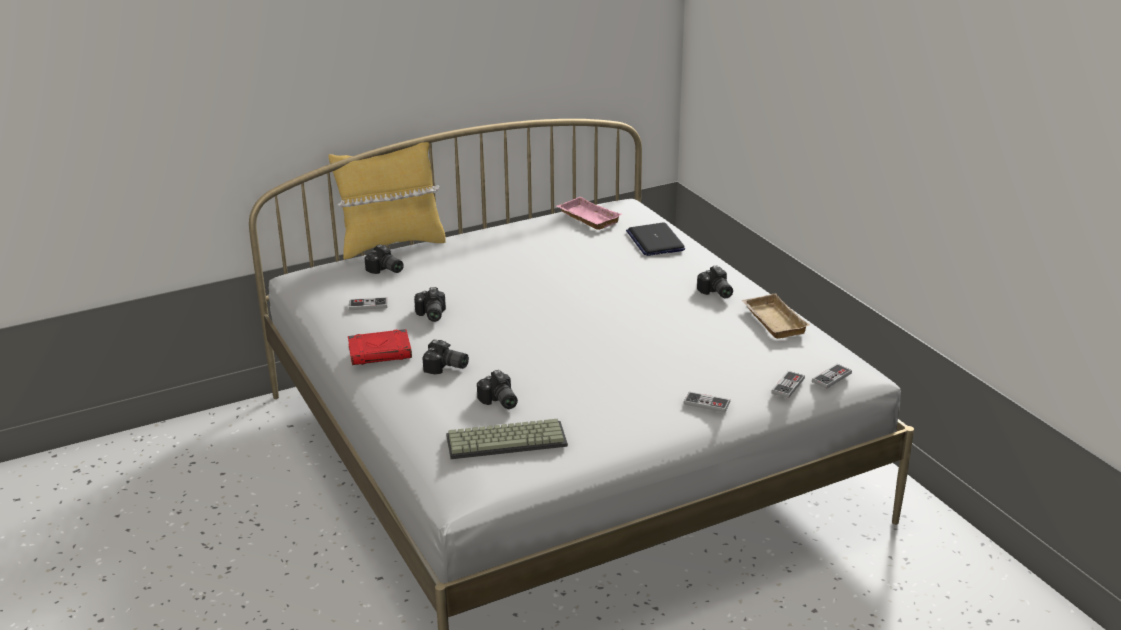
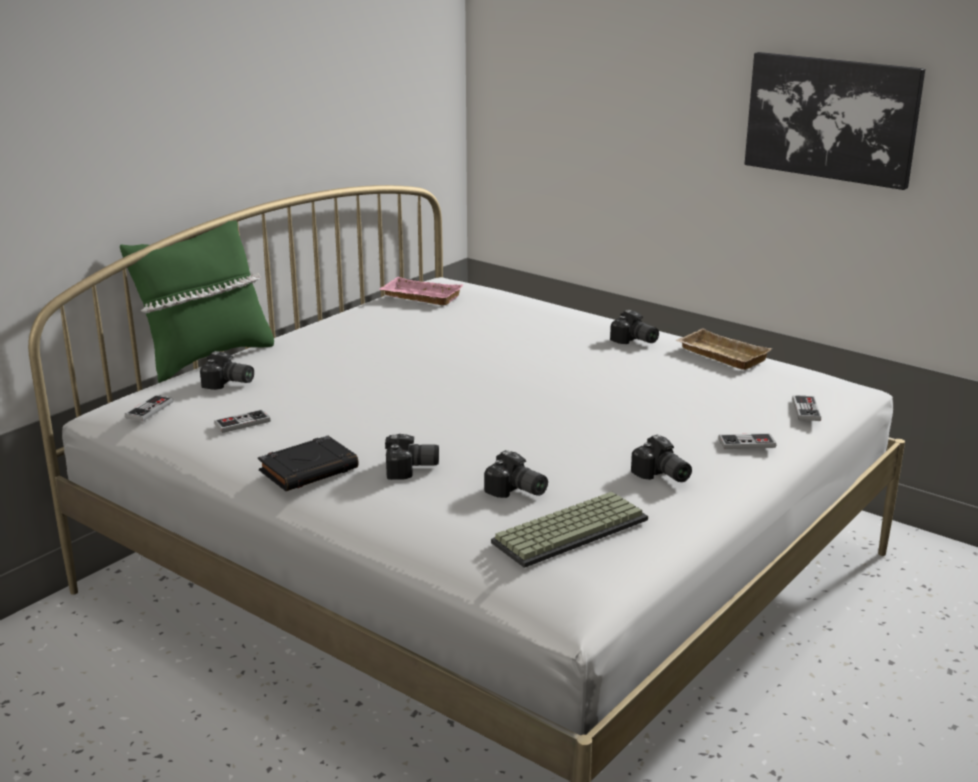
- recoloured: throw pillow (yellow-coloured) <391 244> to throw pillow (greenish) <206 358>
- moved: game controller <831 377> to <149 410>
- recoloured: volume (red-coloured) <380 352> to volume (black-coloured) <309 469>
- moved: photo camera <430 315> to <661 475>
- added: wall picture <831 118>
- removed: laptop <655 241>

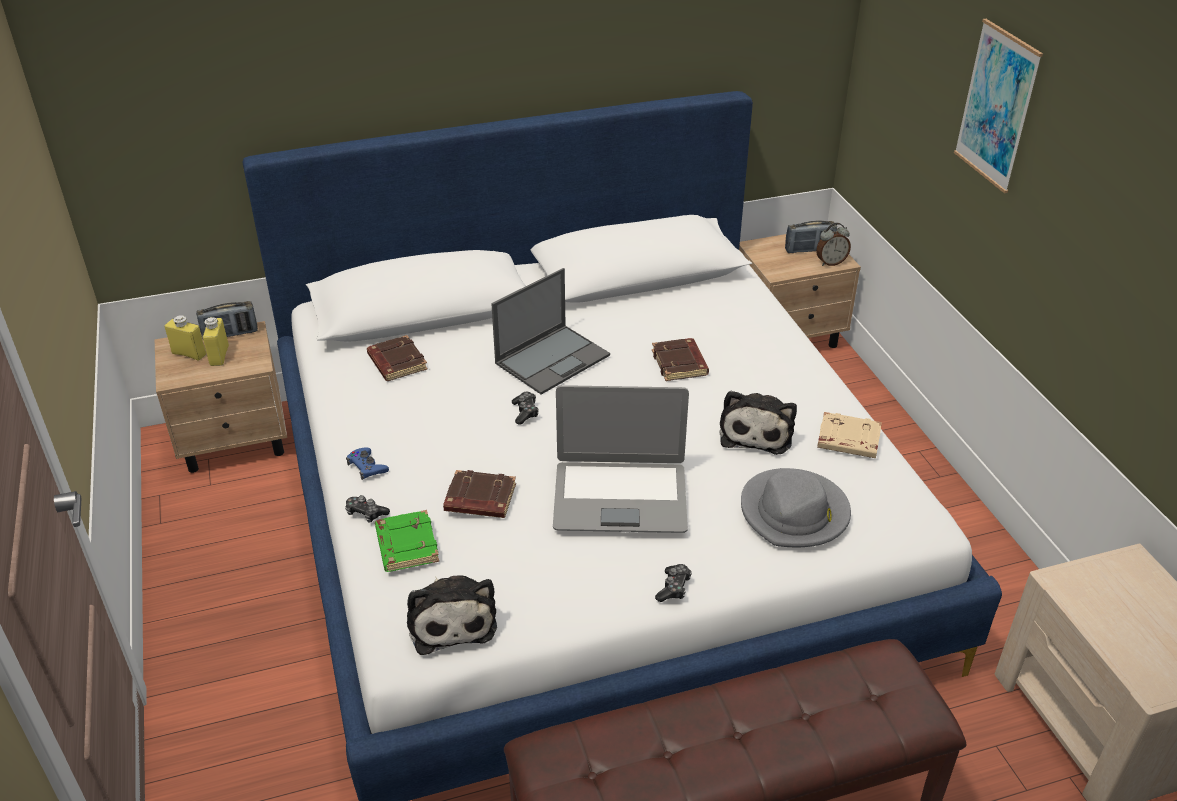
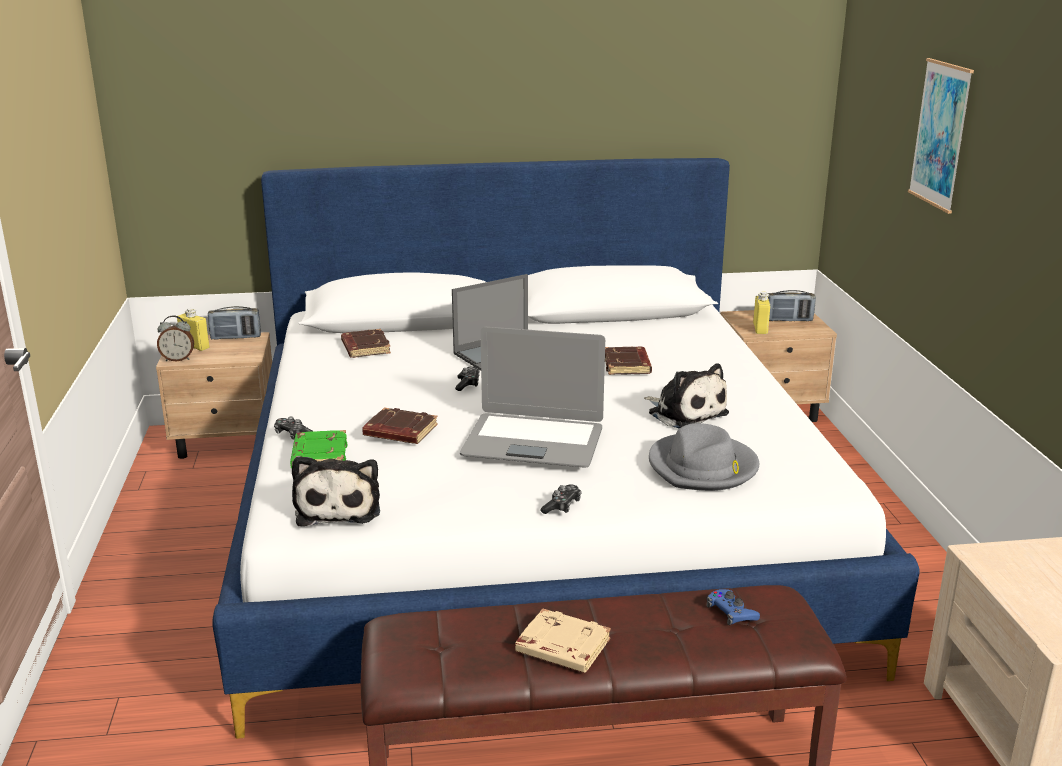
- moved: bedside clock <830 262> to <178 359>
- moved: volume (beige-coloured) <847 440> to <561 647>
- turned: soft toy <756 431> = <685 413> 60 degrees counterclockwise
- moved: game controller (blue) <367 467> to <731 612>
- moved: drink bottle (yellow-coloured) <219 356> to <760 329>

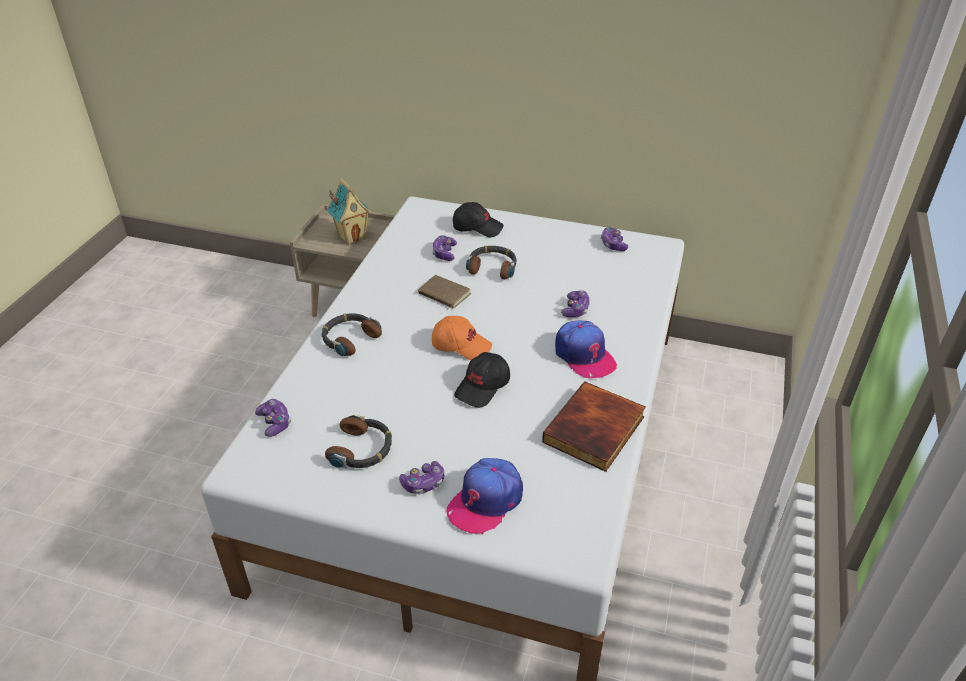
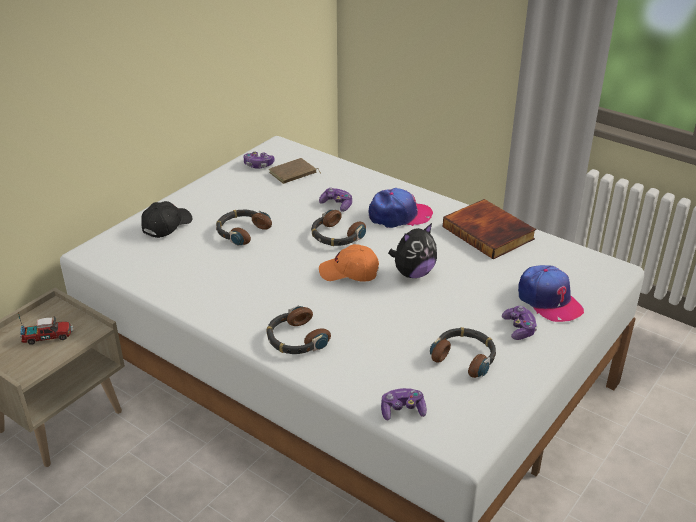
- replaced: miniature house <352 237> to model truck <48 337>
- moved: volume (brownish) <443 295> to <293 174>
- added: pair of headphones <336 236>
- turned: peaked cap (orange) <461 345> = <349 273> 120 degrees counterclockwise
- replaced: peaked cap (black-coloured) <483 387> to soft toy <413 273>
- removed: game controller <444 253>

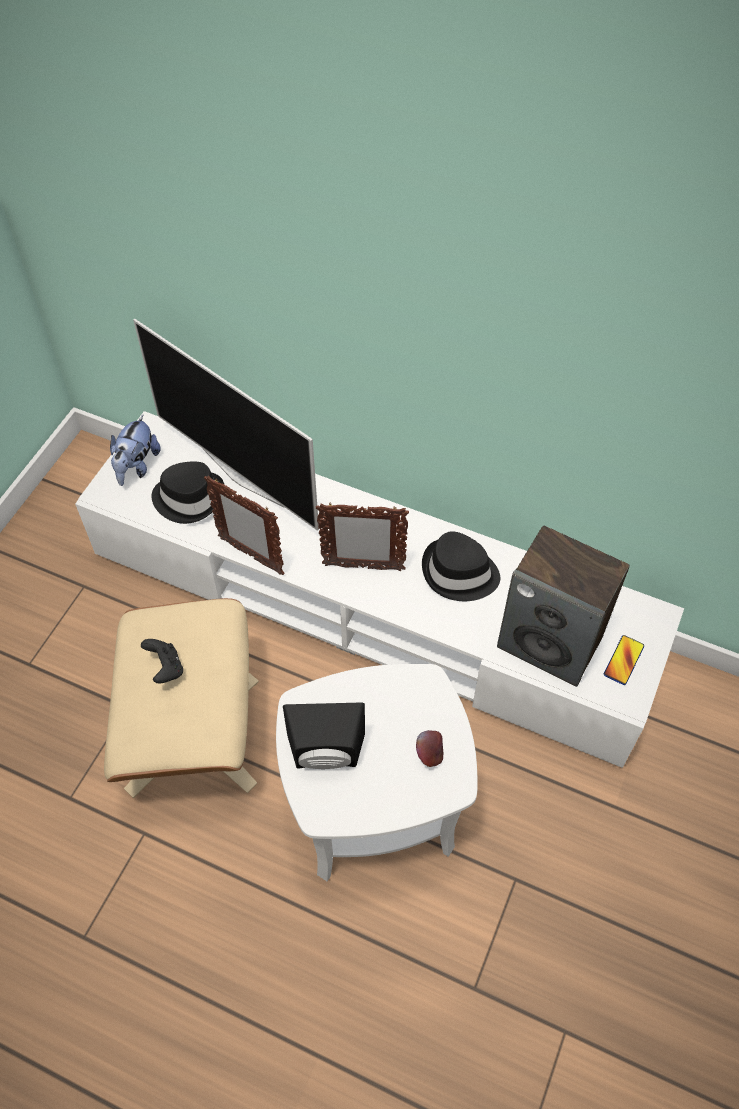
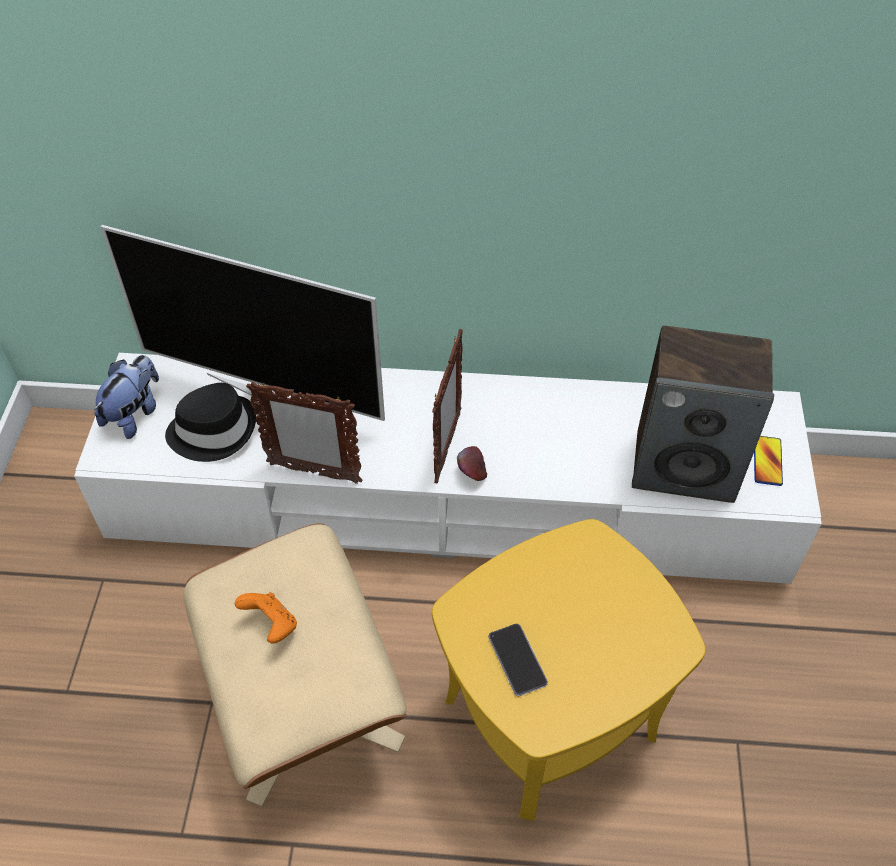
- turned: soft toy <136 466> = <135 413> 150 degrees counterclockwise
- recoloured: game controller (black-coloured) <165 668> to game controller (orange) <271 625>
- turned: standing frame <362 567> = <447 448> 60 degrees counterclockwise
- recoloured: side table (white-coloured) <375 806> to side table (yellow-coloured) <550 716>
- moved: apple fruit <429 754> to <471 474>
- replaced: audio speaker (black-coloured) <326 757> to phone <517 660>
- removed: hat (black-coloured) <459 573>

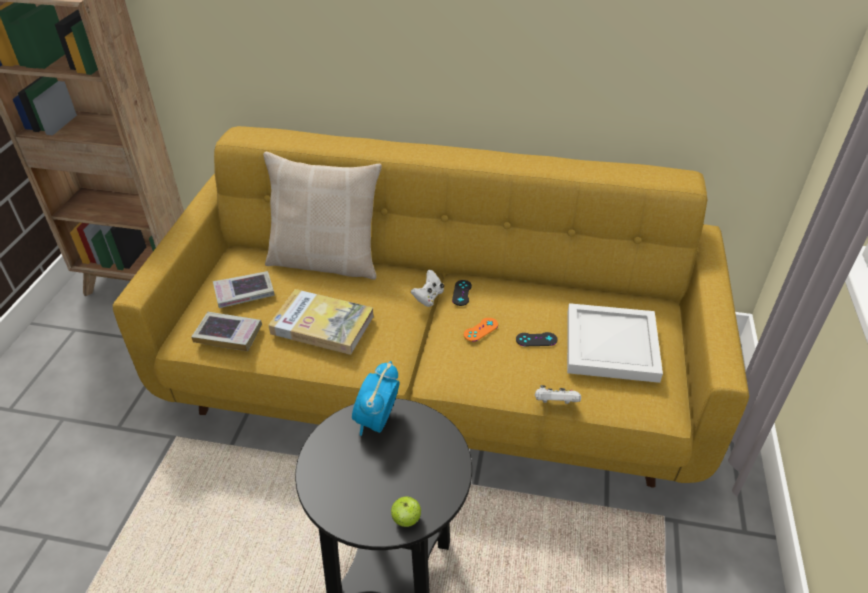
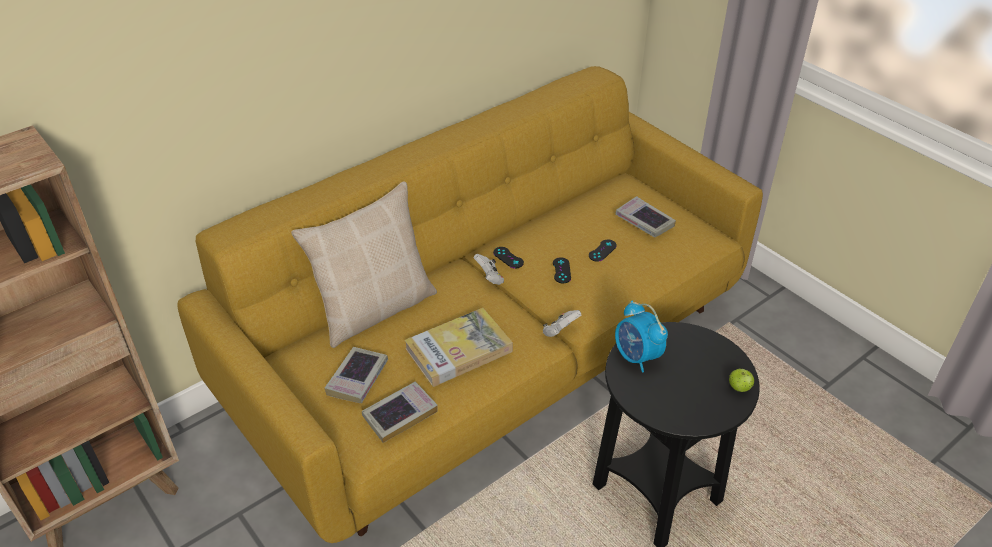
- moved: game controller (white-coloured) <555 403> to <560 332>
- recoloured: game controller (orange) <481 329> to game controller (black-coloured) <561 270>
- replaced: carrying tray (white-coloured) <612 344> to volume <644 221>

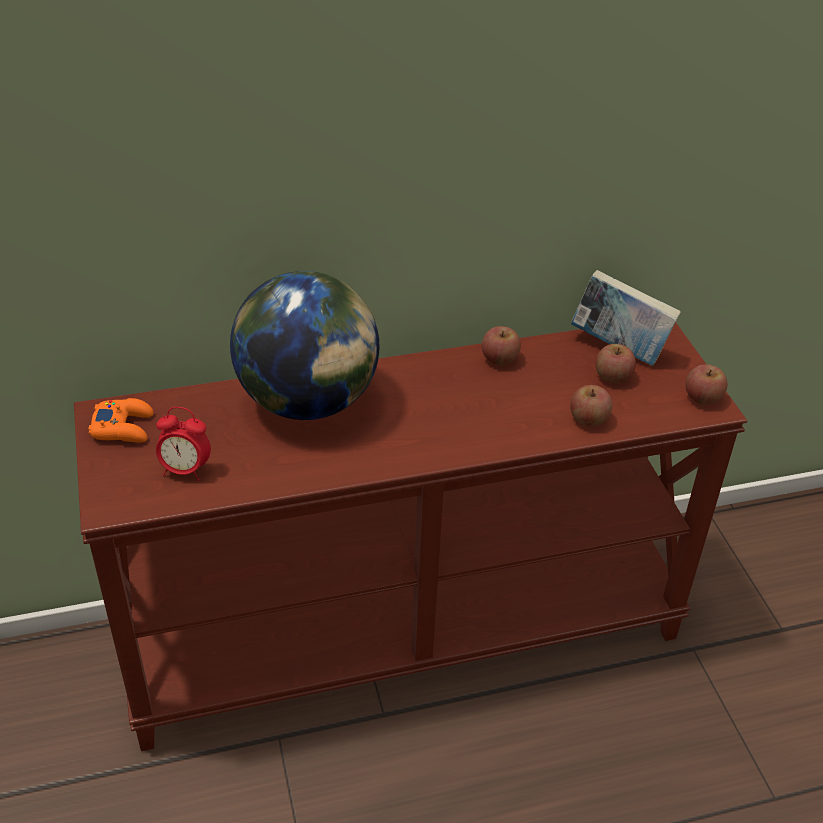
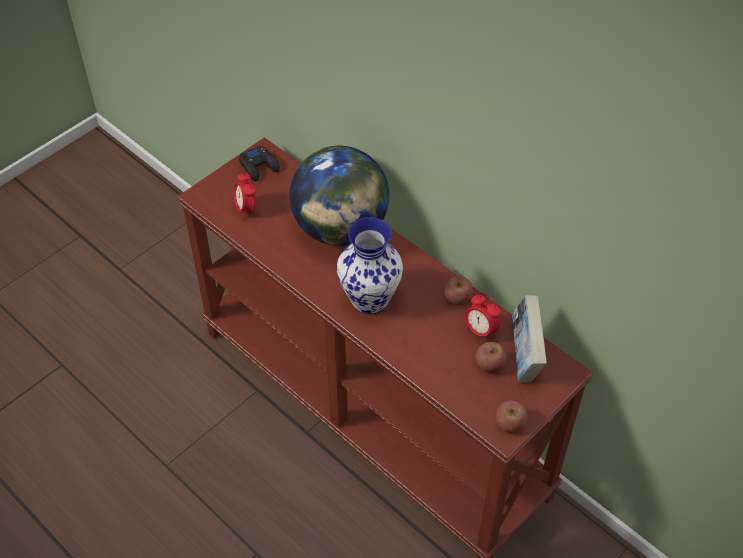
- recoloured: game controller (orange) <123 427> to game controller (black-coloured) <259 167>
- added: decorative vase <370 300>
- added: bedside clock <480 331>
- removed: apple fruit <588 419>

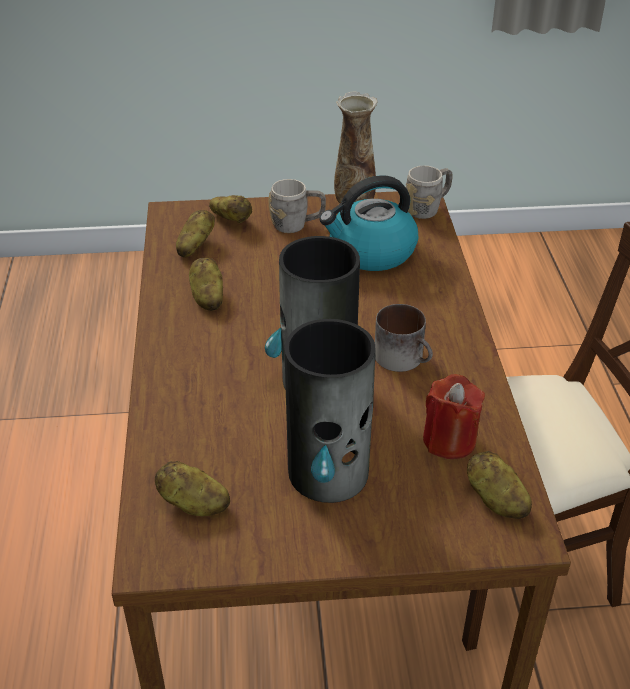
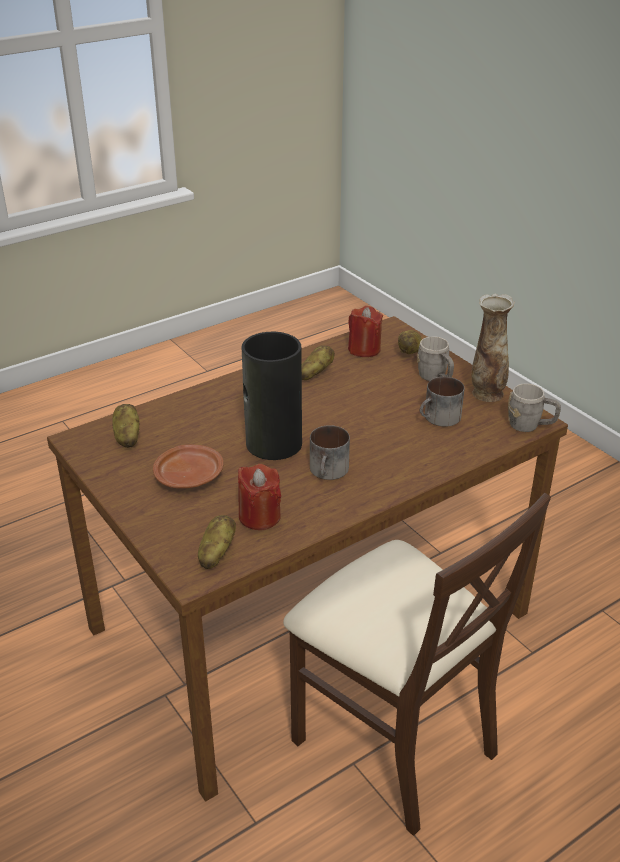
- replaced: decorative vase <329 472> to flat dish (brownish) <189 476>
- replaced: whole potato <195 246> to wax light (red-coloured) <364 349>
- replaced: water kettle <371 252> to tea mug <439 419>

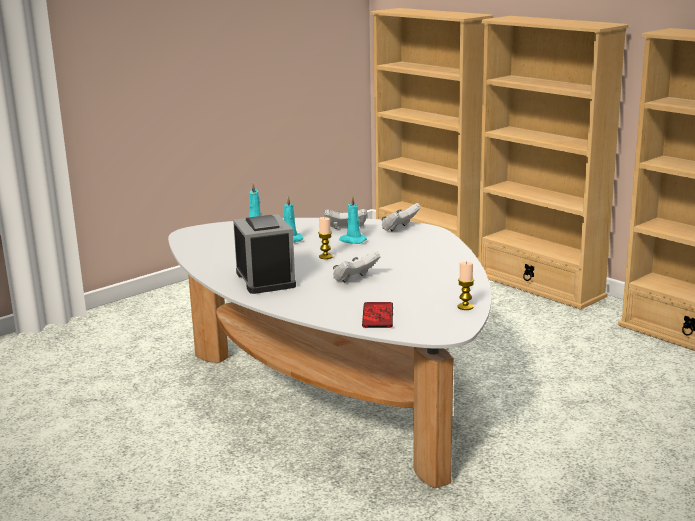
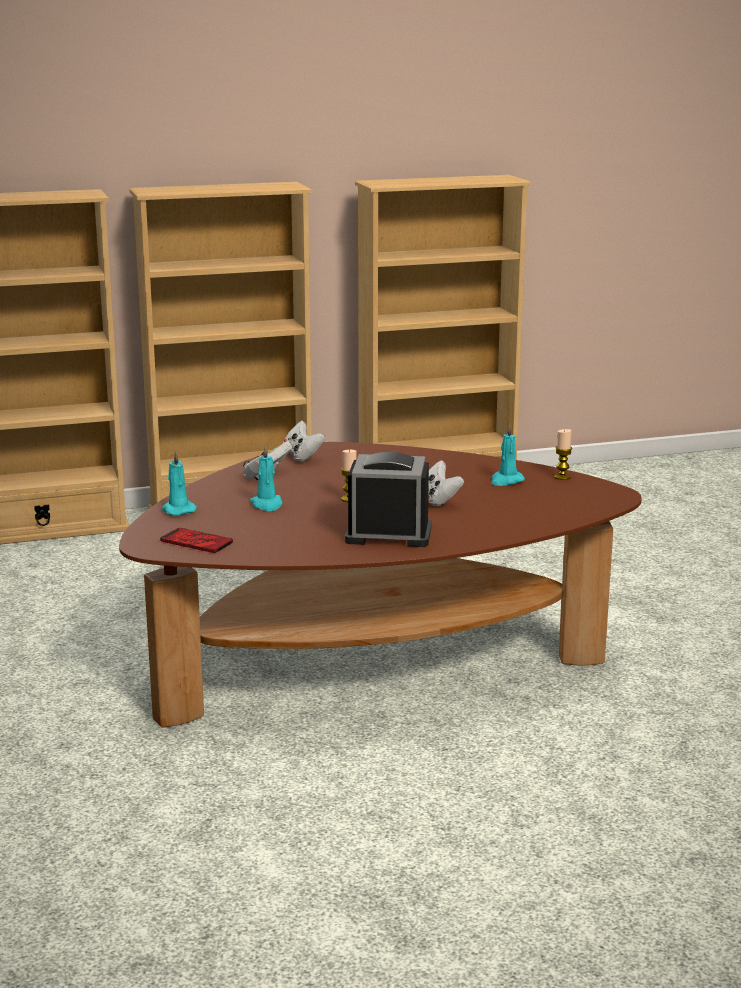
- recoloured: low table (white-coloured) <337 395> to low table (brownish) <373 665>
- moved: phone <377 316> to <196 542>
- moved: wax light (blue-green) <352 240> to <506 481>

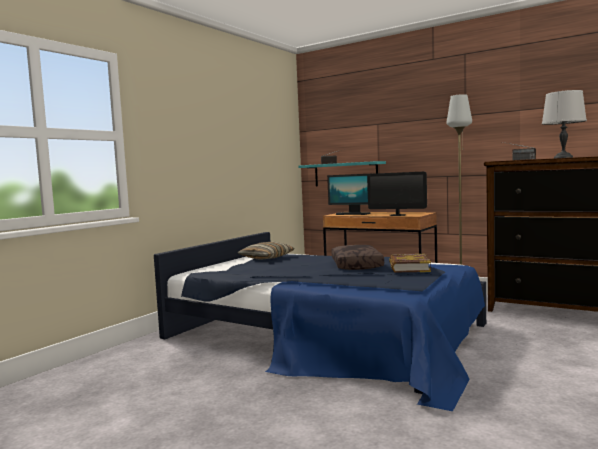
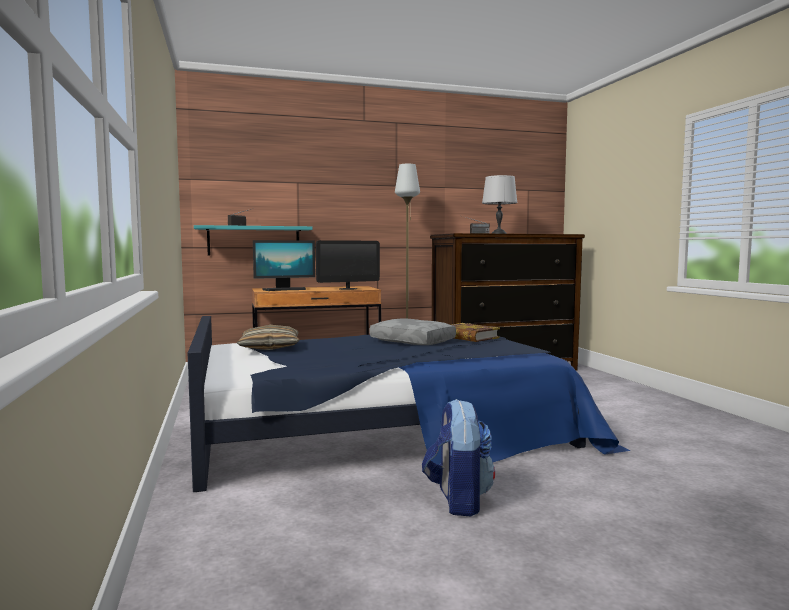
- recoloured: throw pillow (brownish) <357 265> to throw pillow (gray) <413 341>
- added: backpack <458 500>

